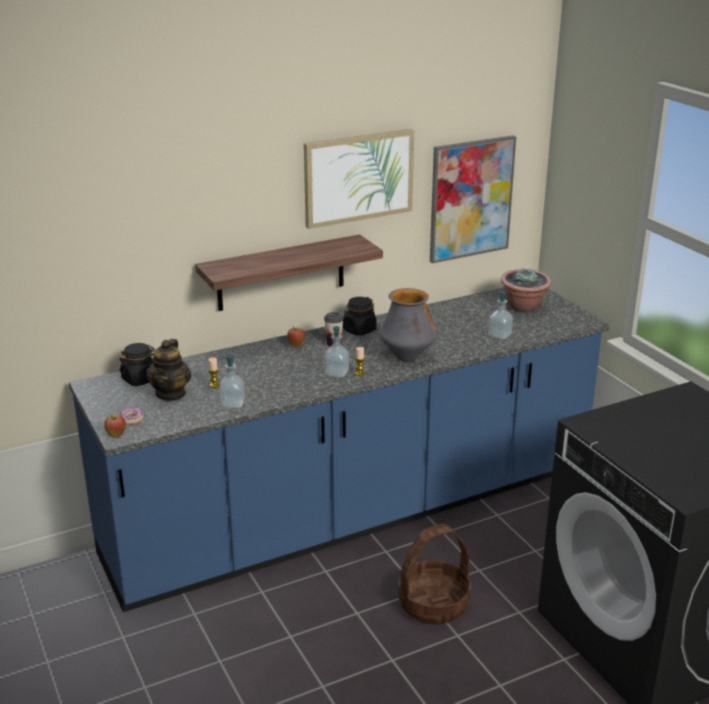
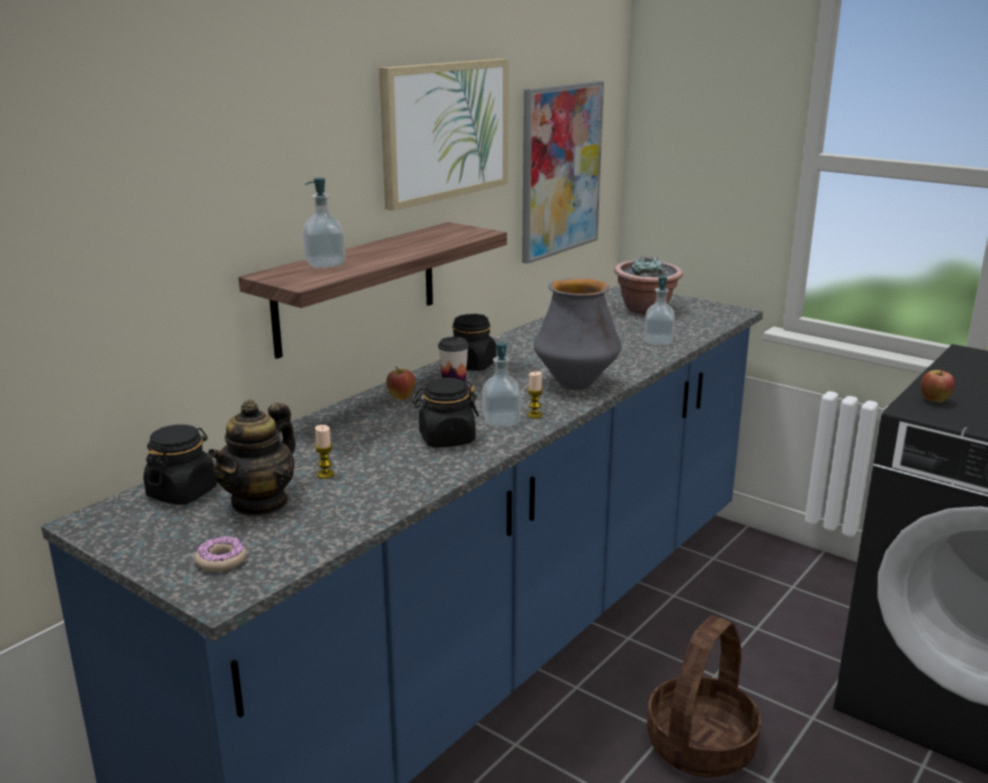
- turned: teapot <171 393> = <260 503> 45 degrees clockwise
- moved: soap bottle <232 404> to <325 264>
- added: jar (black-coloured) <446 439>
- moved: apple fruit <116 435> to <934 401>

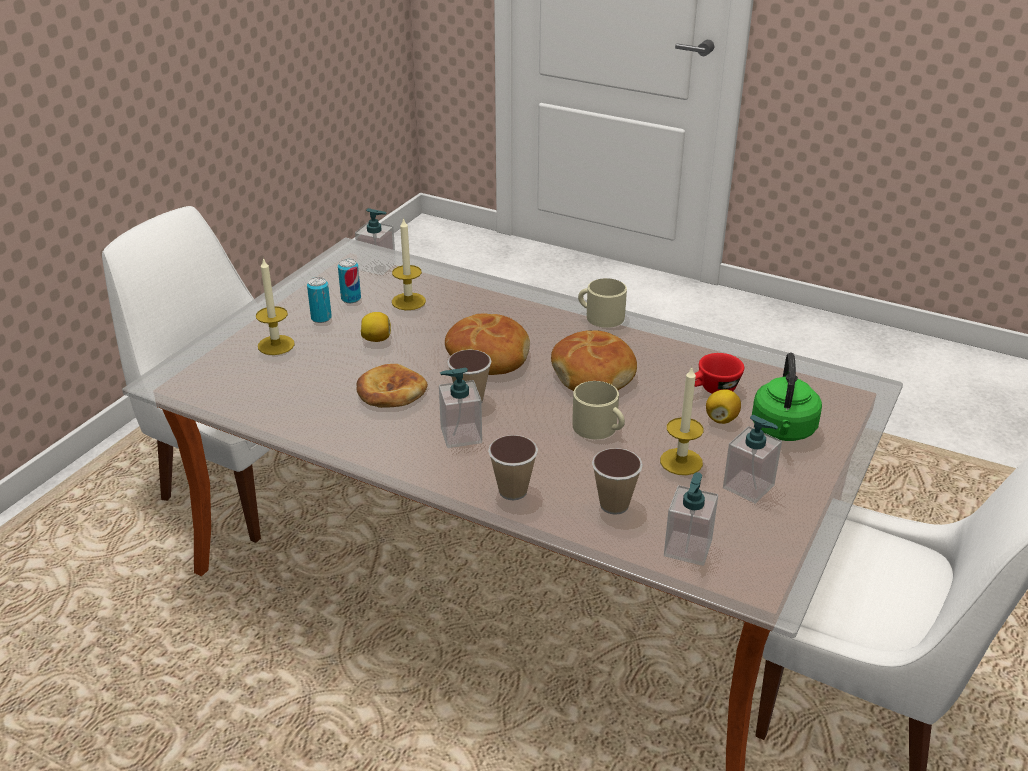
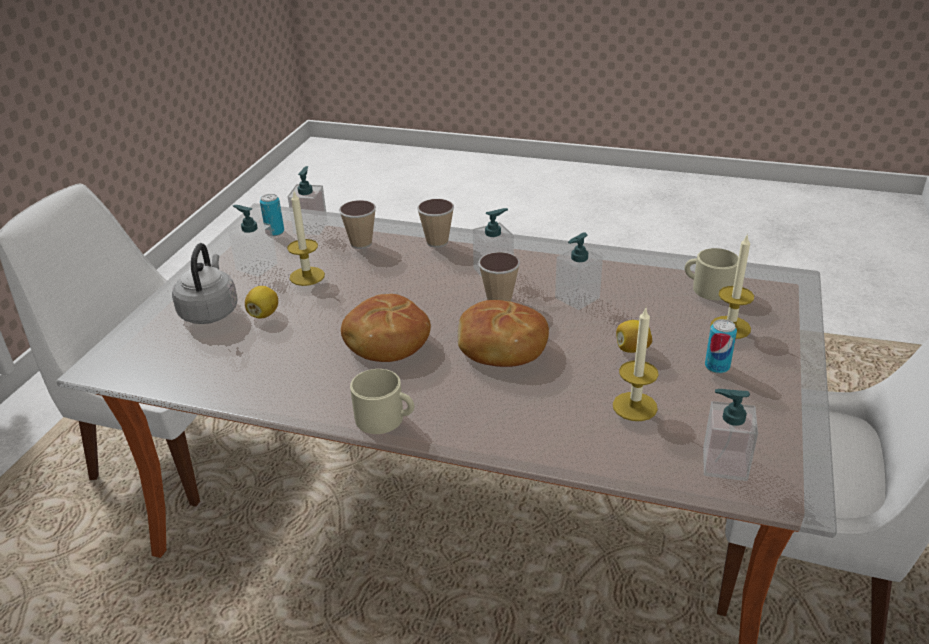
- recoloured: water kettle (greenish) <783 431> to water kettle (gray) <210 311>
- moved: can <351 299> to <275 232>
- replaced: baked bread <390 391> to soap bottle <577 298>
- moved: tea mug (beige-coloured) <599 428> to <707 288>
- removed: small cup (red-coloured) <713 390>

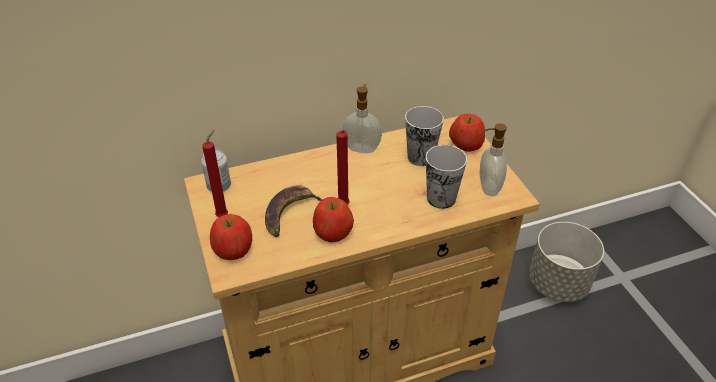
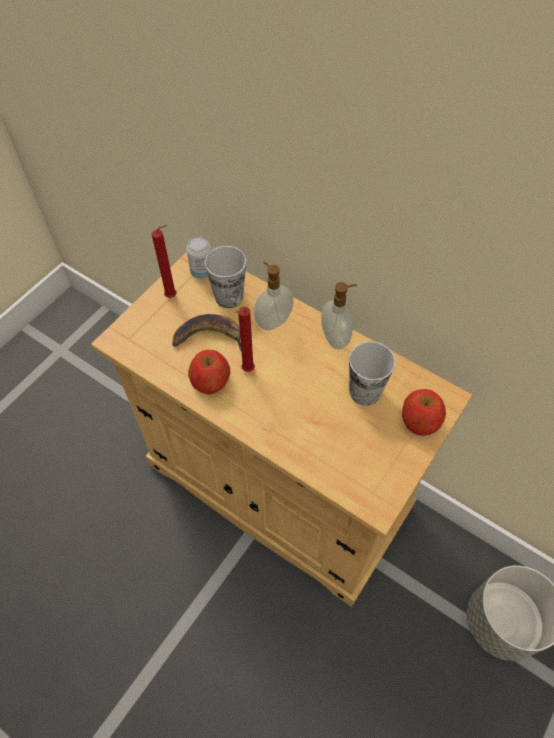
- moved: small cup <441 198> to <229 296>
- moved: soap bottle <488 188> to <273 321>
- removed: apple fruit <233 249>

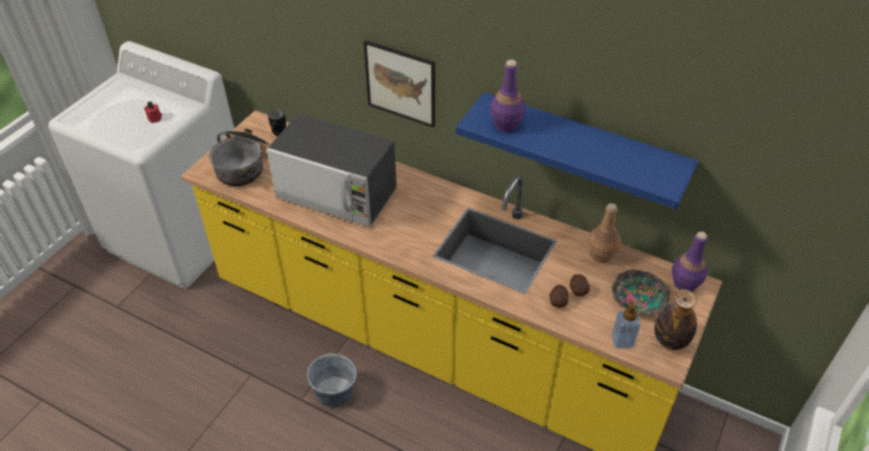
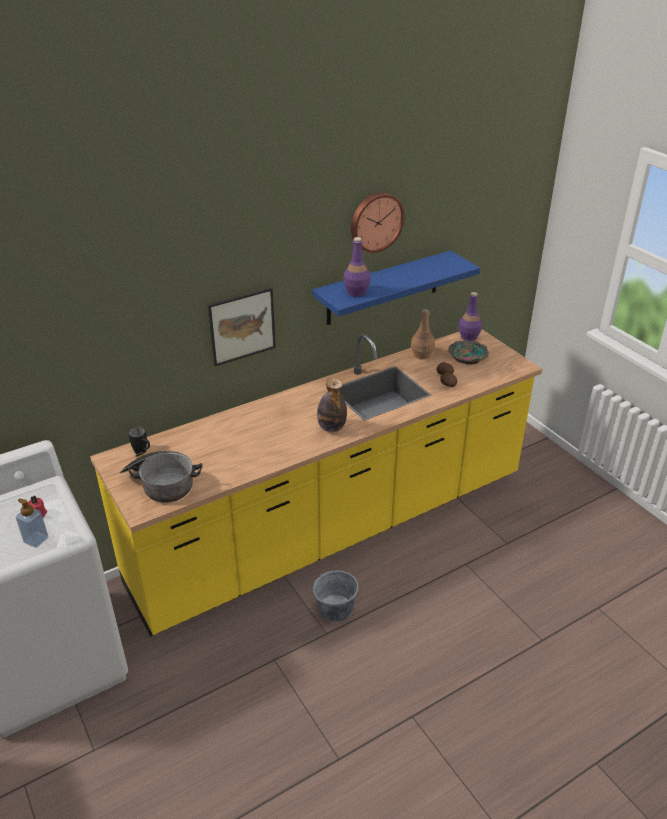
- moved: soap bottle <622 341> to <36 540>
- moved: drink bottle <670 341> to <331 428>
- added: wall clock <375 221>
- removed: kitchen microwave <337 194>

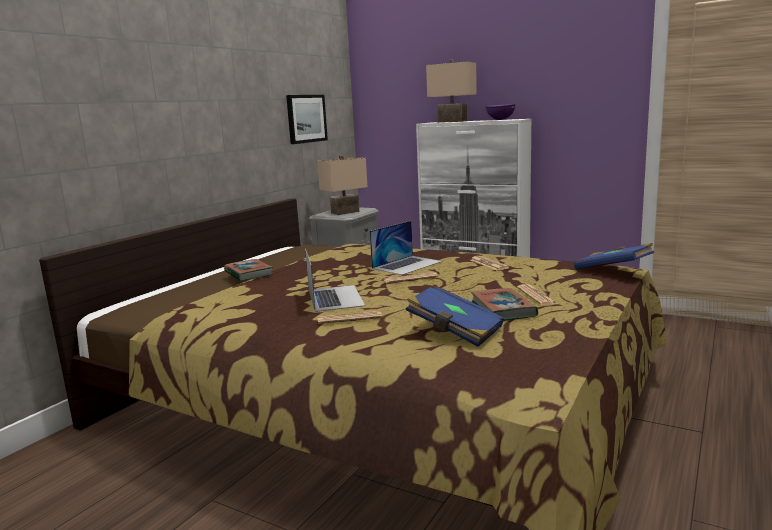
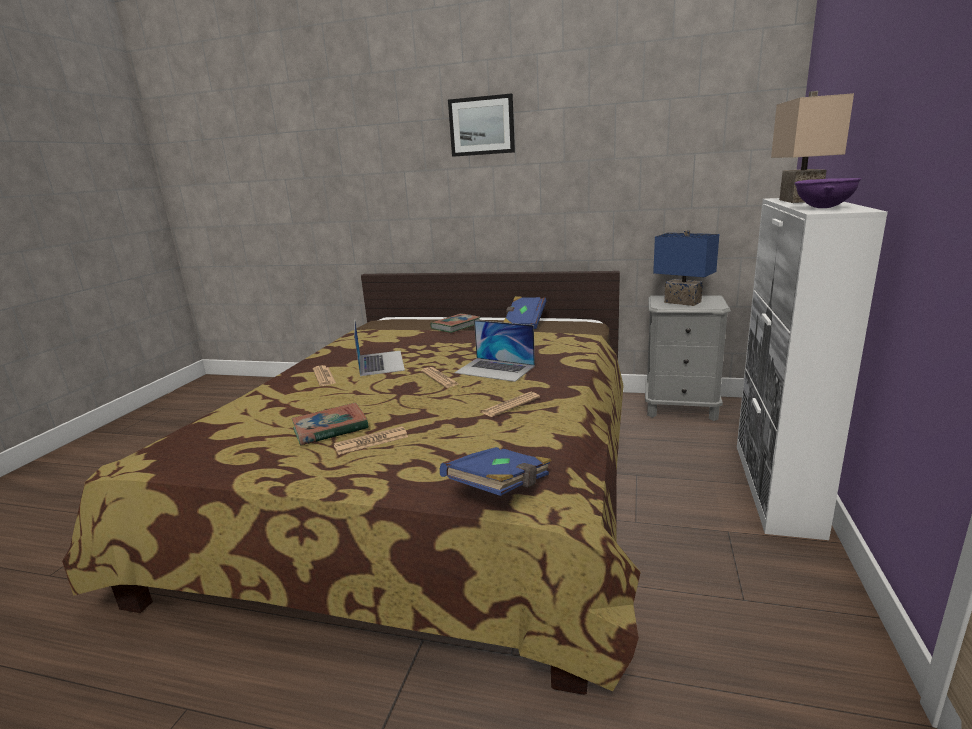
- turned: laptop <335 297> = <381 362> 75 degrees counterclockwise
- moved: wall picture <306 118> to <482 126>
- moved: volume (blue) <454 332> to <524 323>
- recoloured: lamp for a table (beige-coloured) <345 212> to lamp for a table (blue) <681 302>

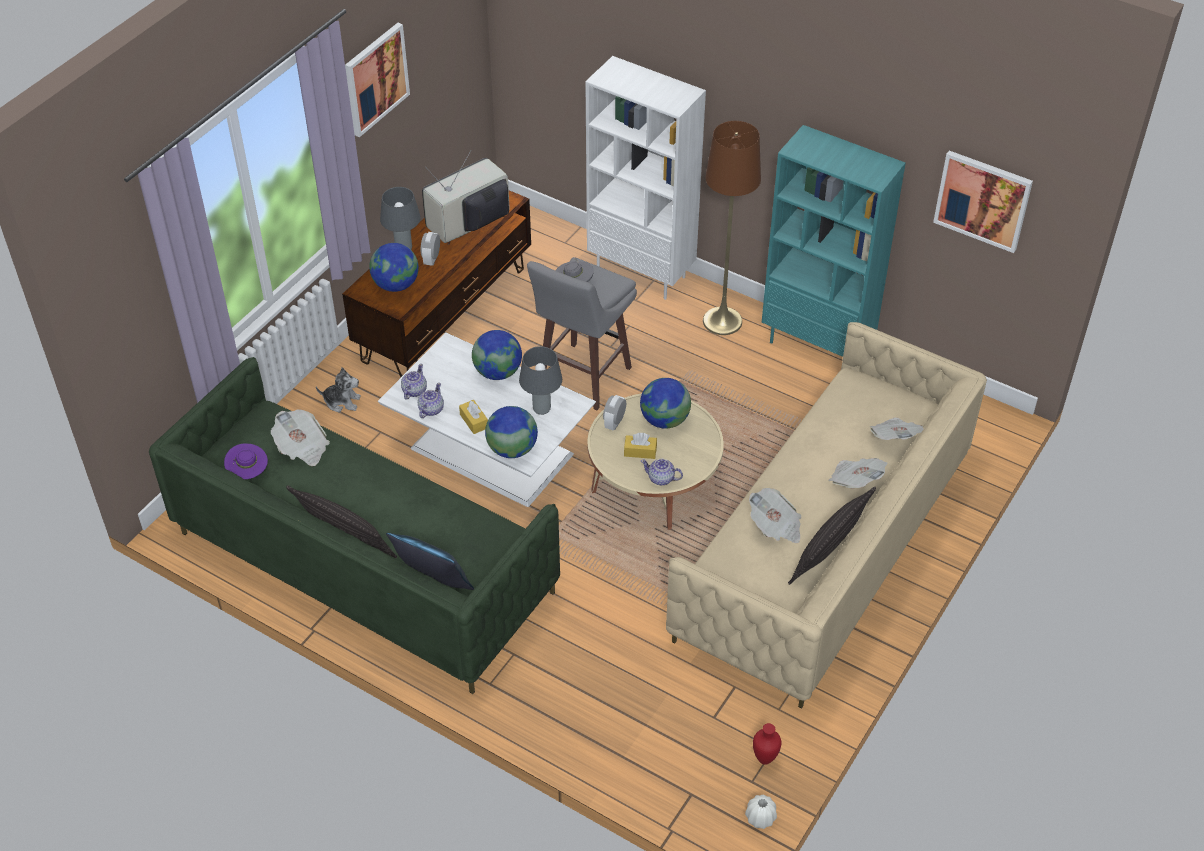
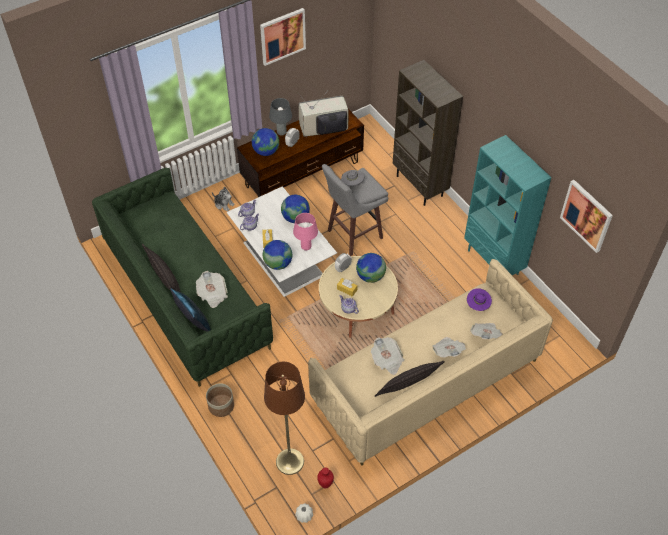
- moved: daily paper <302 448> to <212 294>
- added: plant pot <221 406>
- moved: floor lamp (brownish) <722 321> to <290 461>
- recoloured: lamp for a table (gray) <541 409> to lamp for a table (pink) <305 247>
- recoloured: bookcase (white-coloured) <642 273> to bookcase (brownish) <420 186>
- moved: hat (purple-coloured) <248 472> to <478 305>

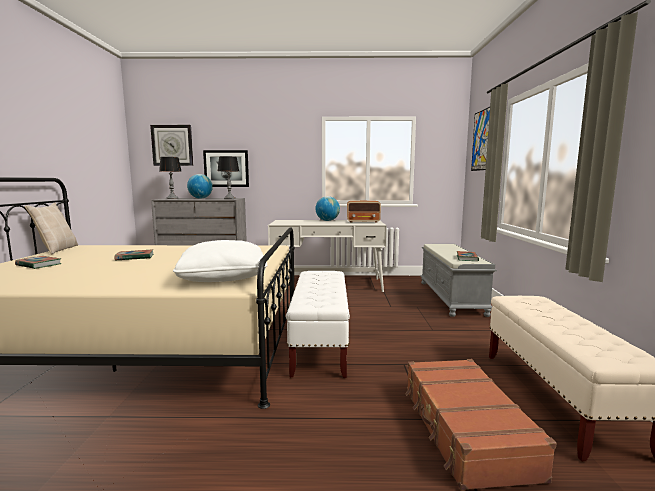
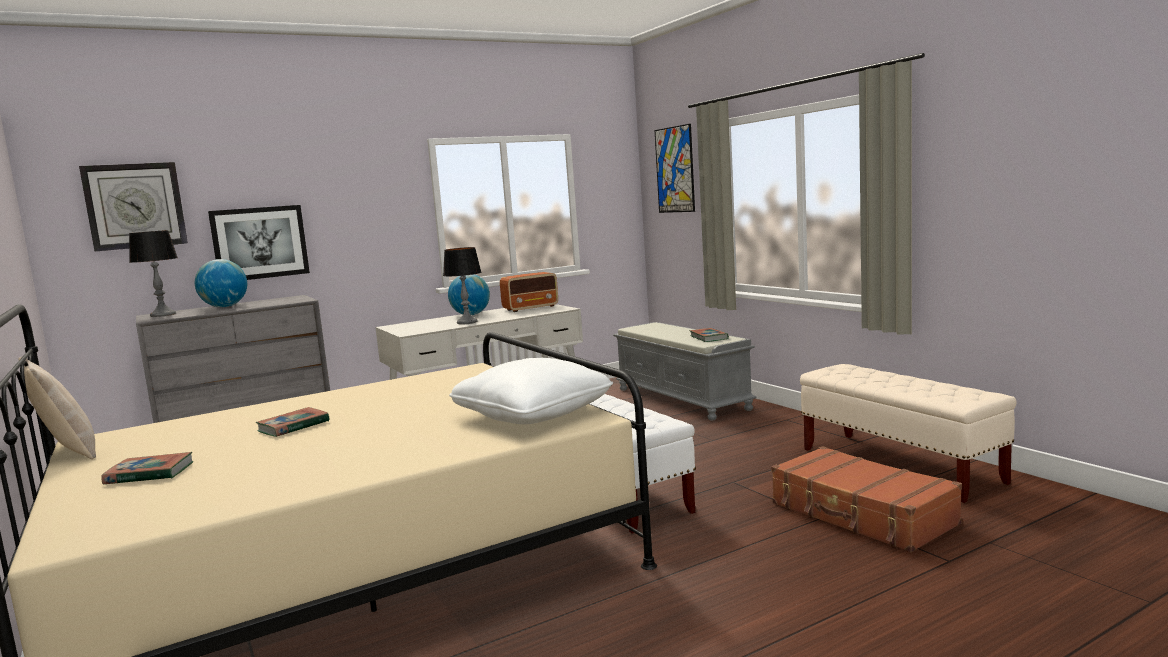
- moved: lamp for a table <229 199> to <467 322>

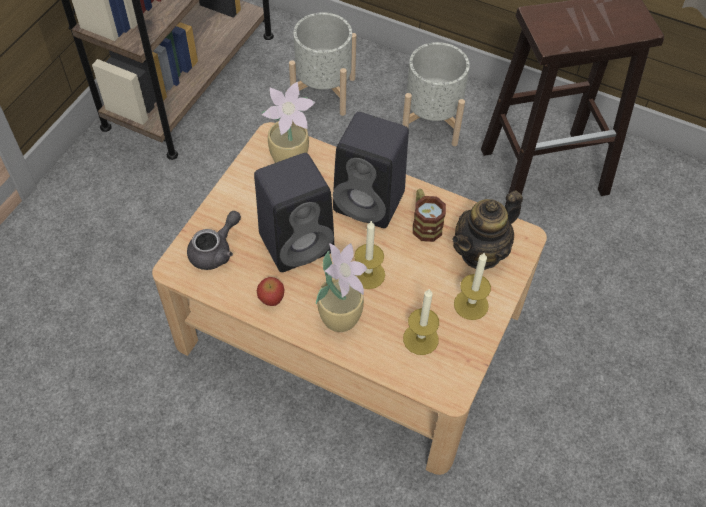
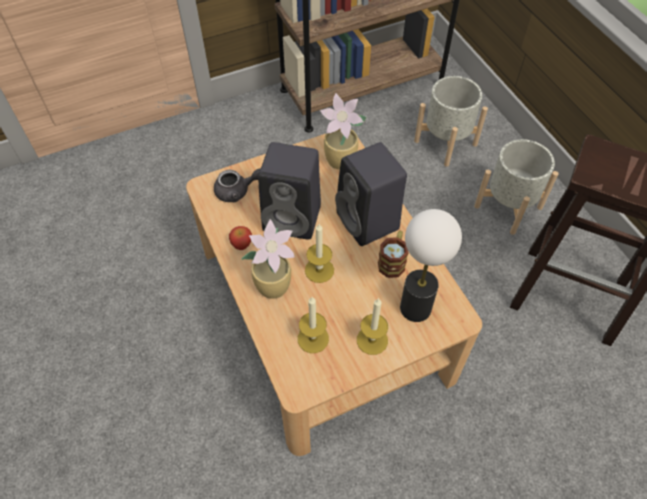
- replaced: teapot <481 252> to lamp for a table <416 308>

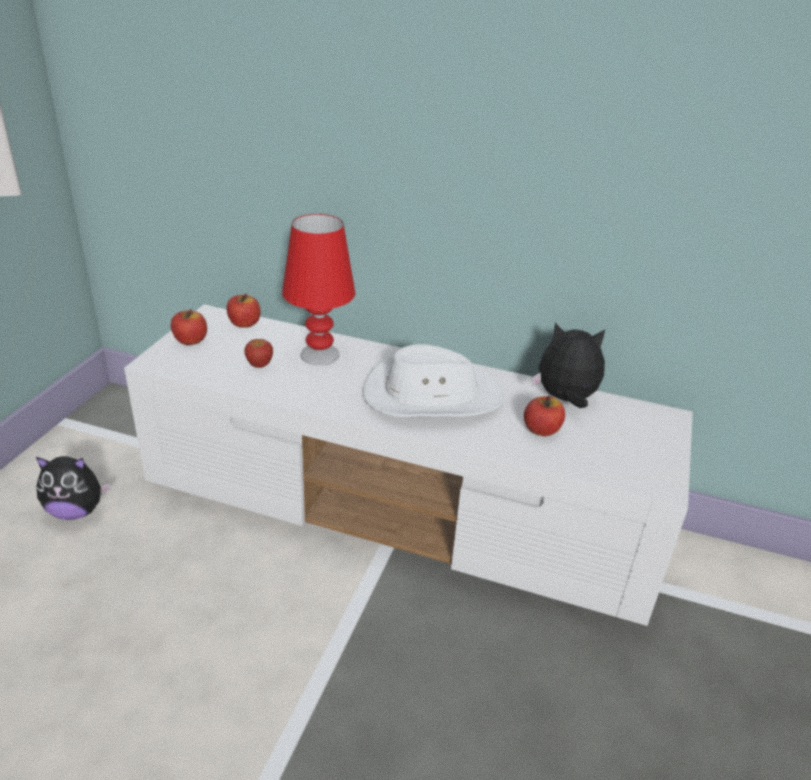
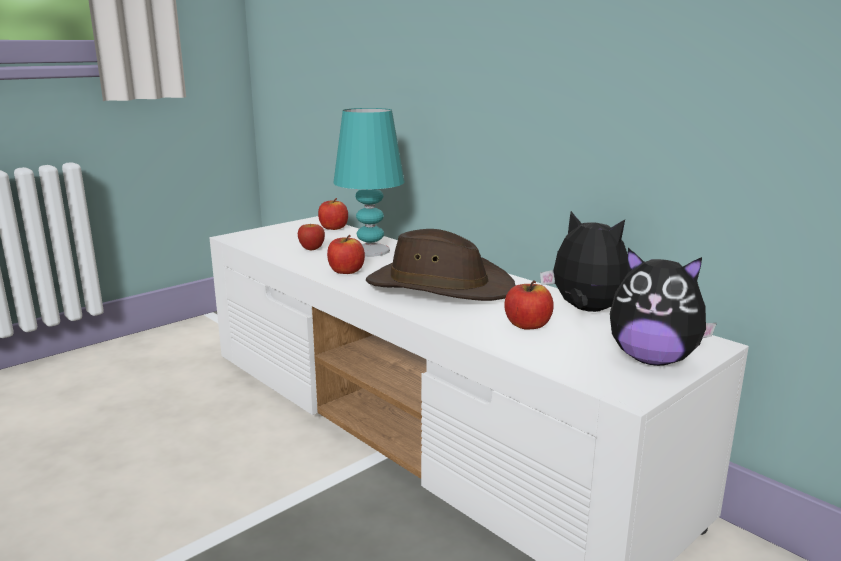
- moved: apple fruit <190 340> to <346 271>
- recoloured: lamp for a table (red-coloured) <320 355> to lamp for a table (blue-green) <371 250>
- recoloured: hat (white-coloured) <431 396> to hat (brownish) <439 286>
- moved: soft toy <76 511> to <653 359>

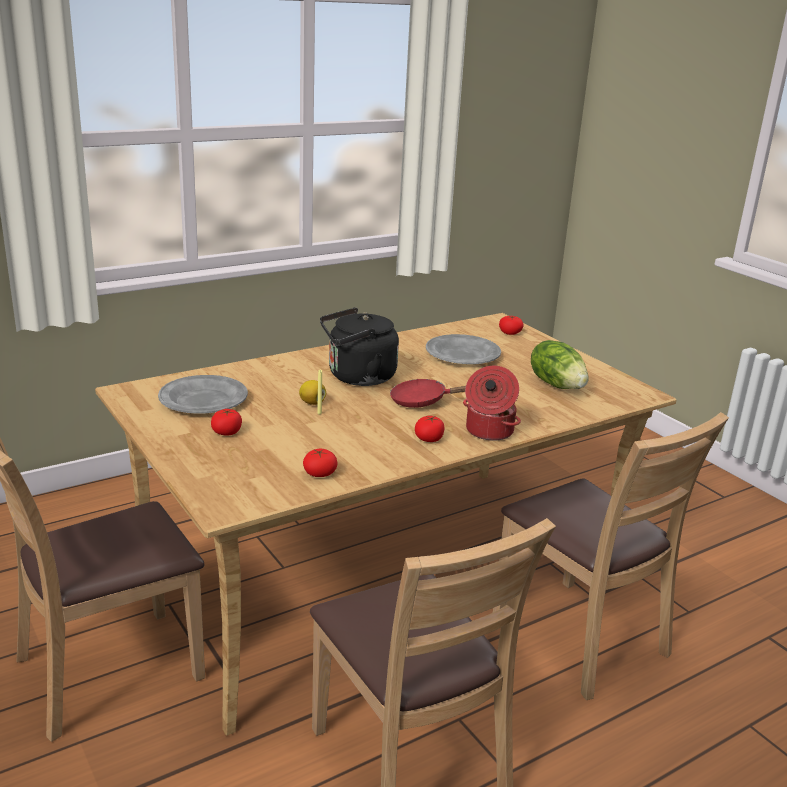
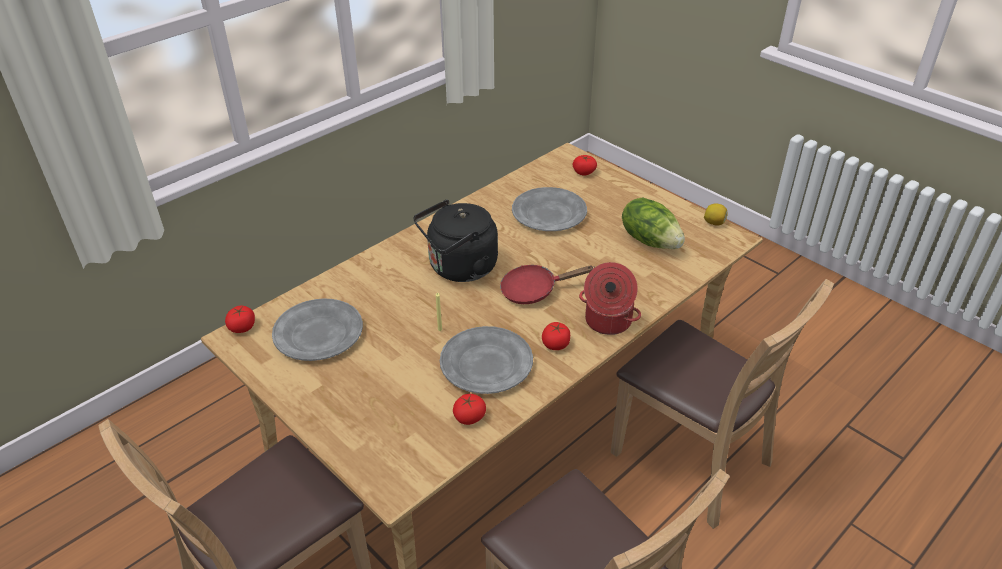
- moved: whole tomato <227 432> to <242 327>
- added: flat dish (gray) <485 364>
- moved: citrus fruit <312 403> to <714 223>

